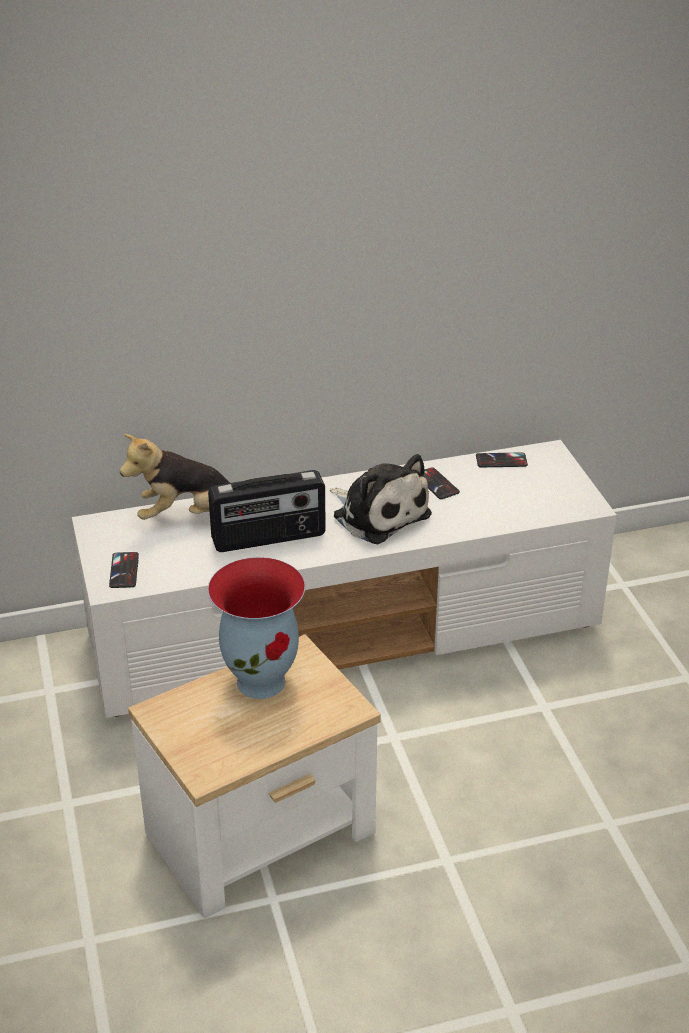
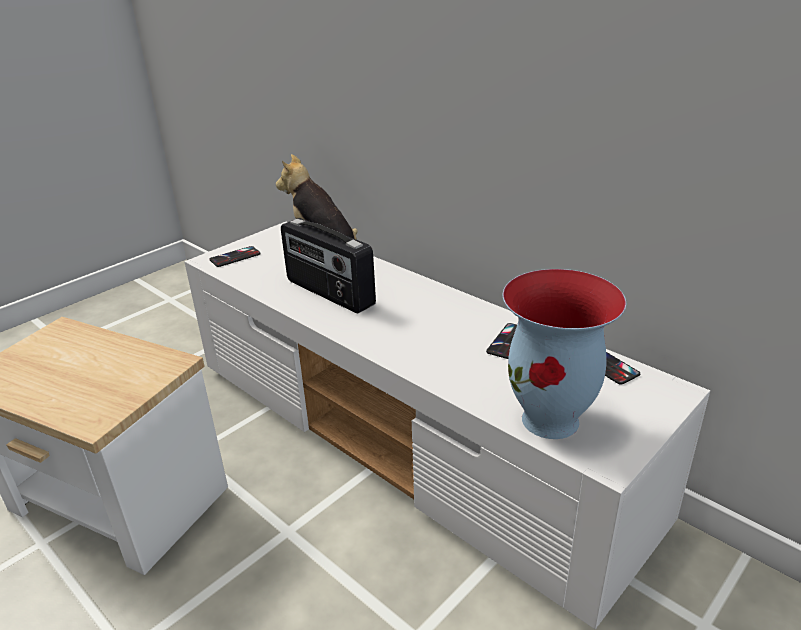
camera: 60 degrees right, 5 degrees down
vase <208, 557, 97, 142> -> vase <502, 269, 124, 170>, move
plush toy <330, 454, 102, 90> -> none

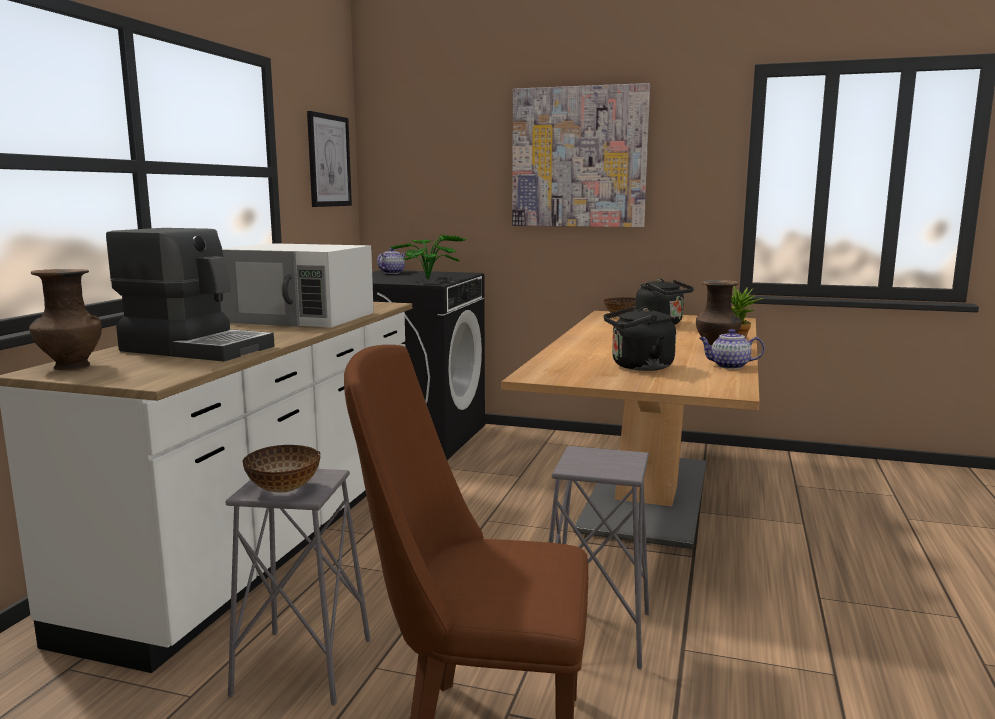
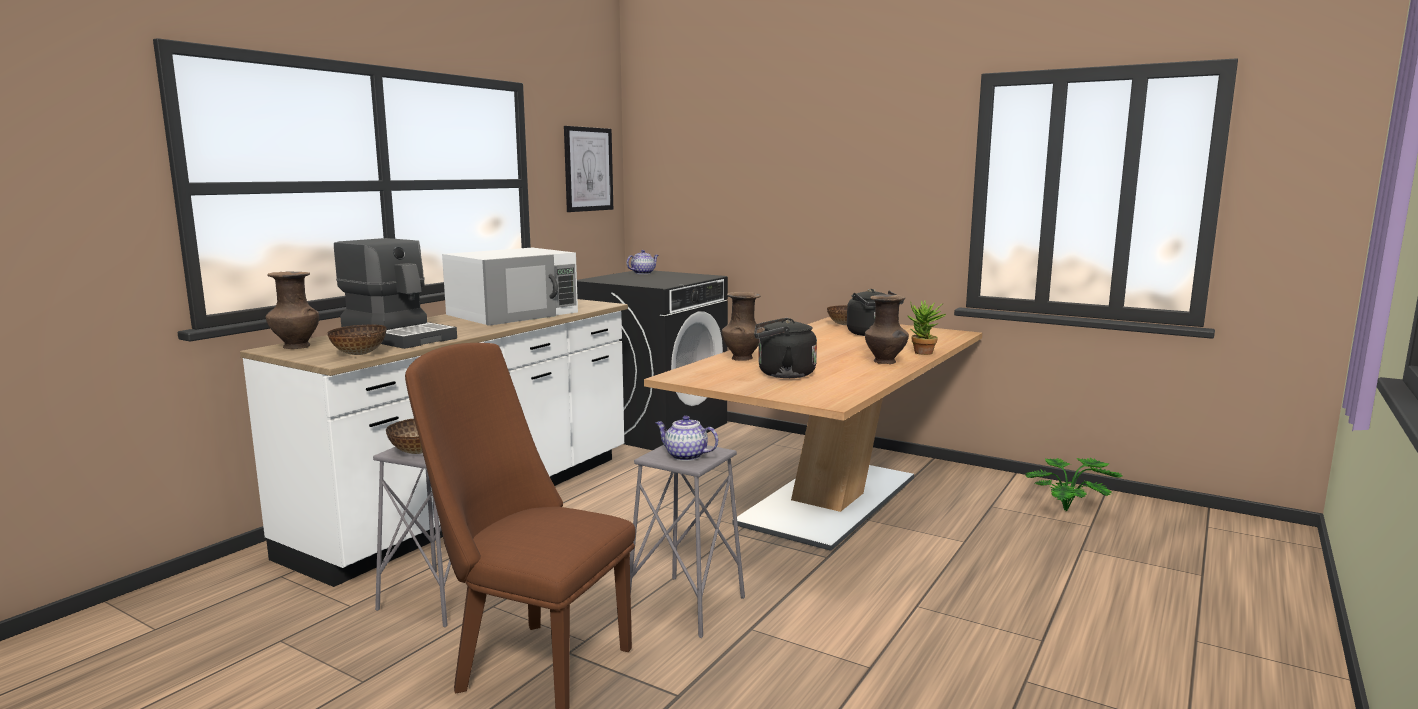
camera: 15 degrees right, 0 degrees up
none -> bowl <327, 325, 60, 30>
microwave (white) <221, 243, 153, 85> -> microwave (white) <442, 248, 136, 78>, 75 degrees counterclockwise
teapot <699, 329, 66, 40> -> teapot <655, 416, 63, 45>, move
none -> vase (brown) <722, 292, 42, 69>
potted plant <390, 234, 77, 45> -> potted plant <1026, 458, 97, 53>, move
picture <512, 83, 138, 144> -> none

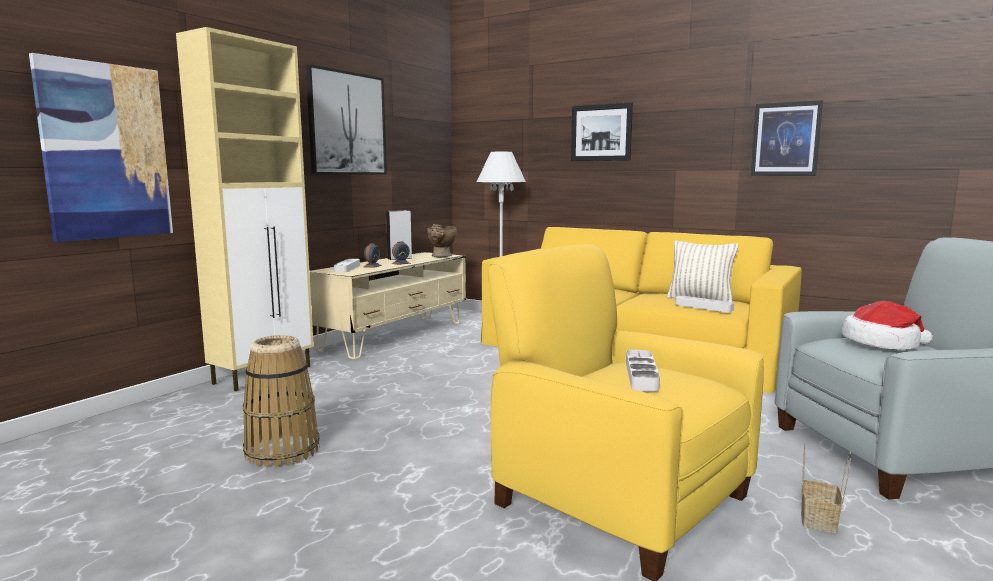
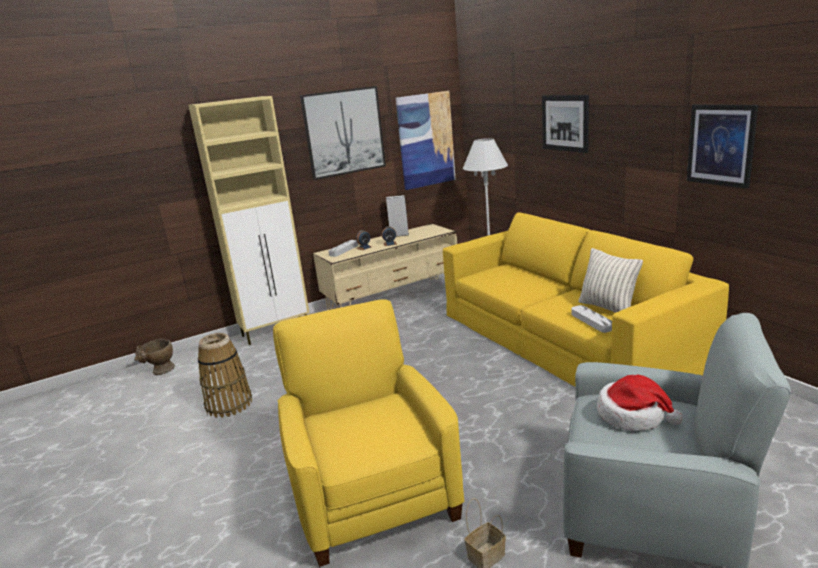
camera: 30 degrees right, 10 degrees up
vase (beige) <427, 224, 30, 33> -> vase (beige) <134, 339, 41, 36>, move
picture <29, 53, 144, 189> -> picture <396, 91, 60, 99>, move
tray (grey) <626, 350, 34, 42> -> none

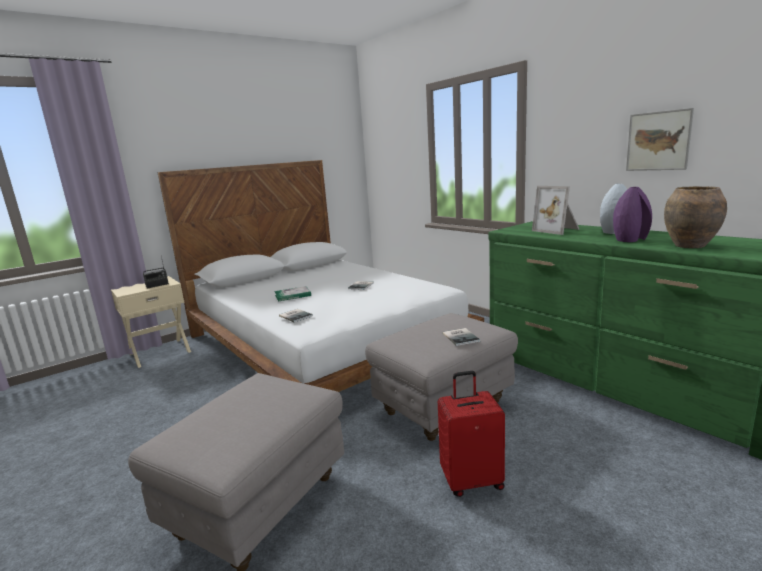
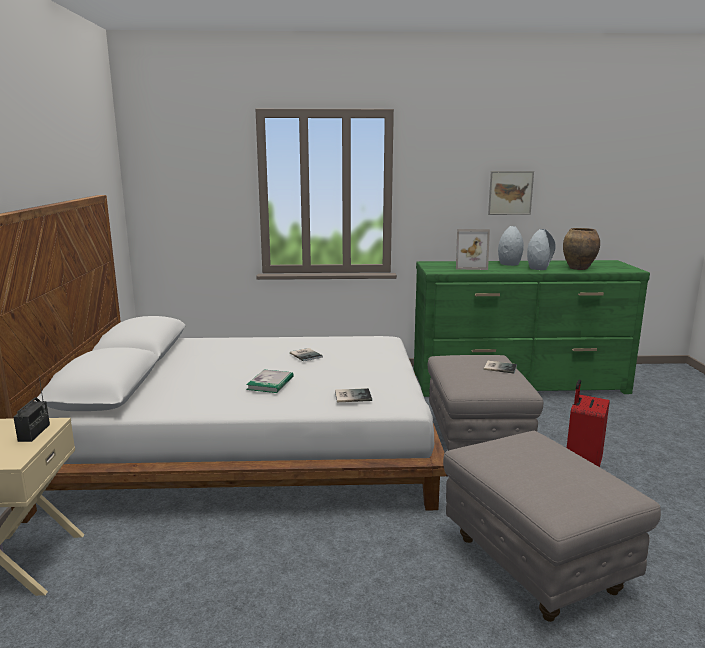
camera: 55 degrees left, 0 degrees up
vase (purple) <613, 187, 39, 55> -> vase (grey) <527, 229, 29, 41>

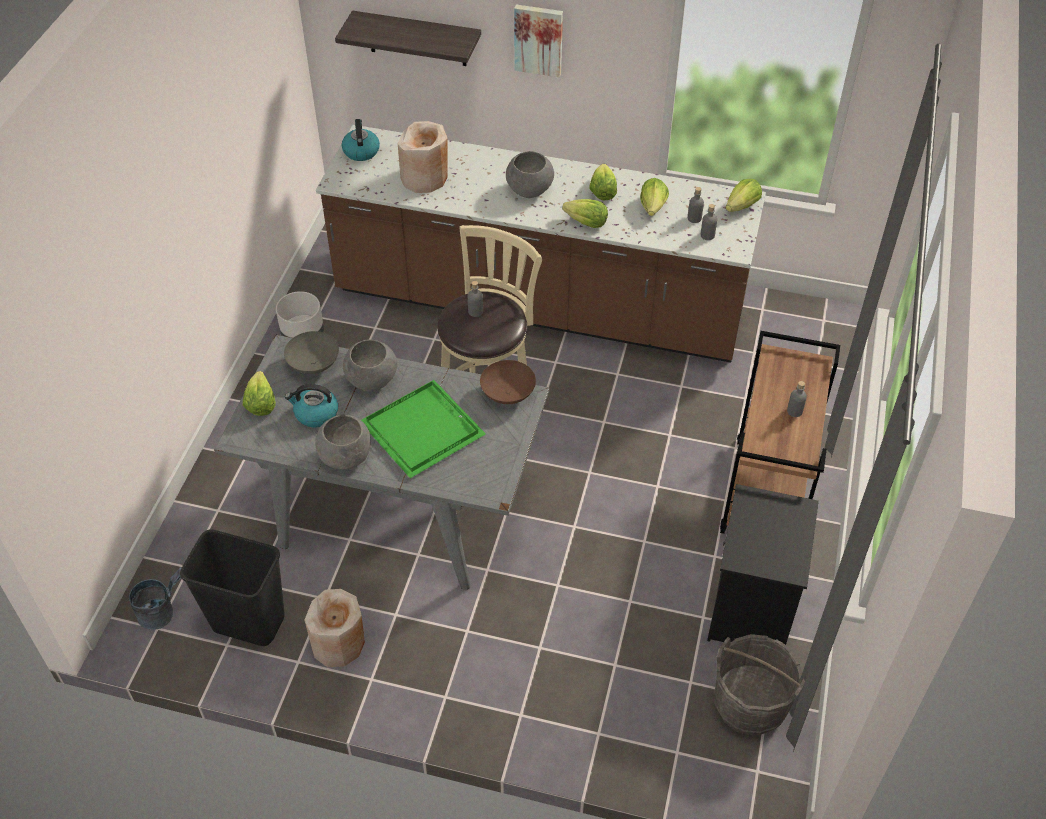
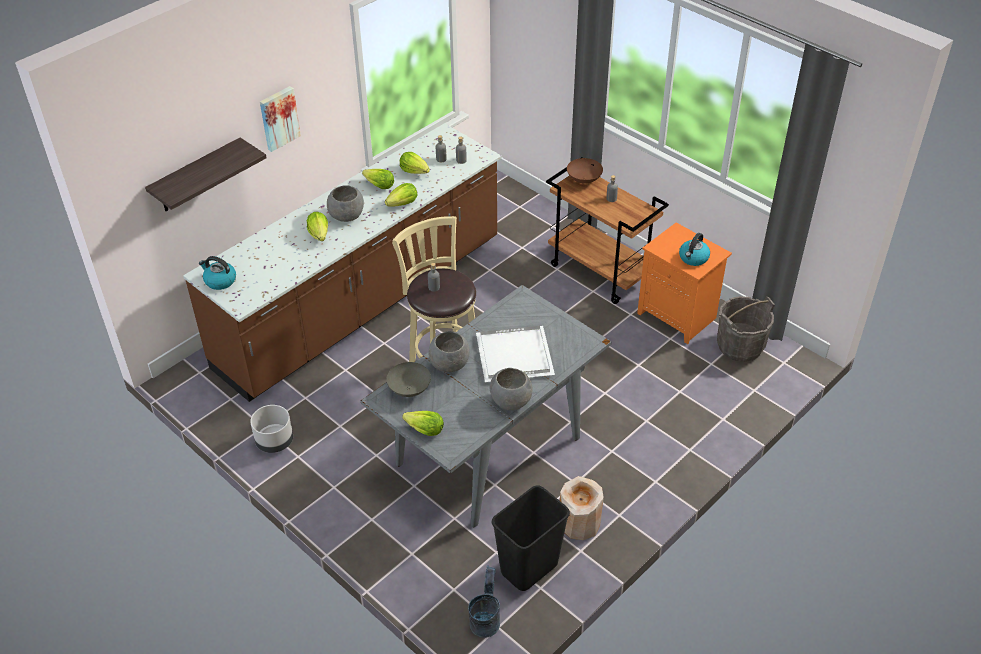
camera: 60 degrees left, 5 degrees down
lettuce <726, 179, 36, 33> -> lettuce <307, 212, 21, 29>, move
tray (green) <361, 380, 125, 98> -> tray (white) <476, 326, 79, 56>
bowl (brown) <480, 360, 56, 44> -> bowl (brown) <567, 158, 36, 26>, move
nightstand (black) <707, 484, 112, 161> -> nightstand (orange) <637, 223, 95, 121>
kettle <285, 384, 53, 44> -> kettle <679, 233, 31, 33>, move
vase (beige) <398, 121, 50, 72> -> none

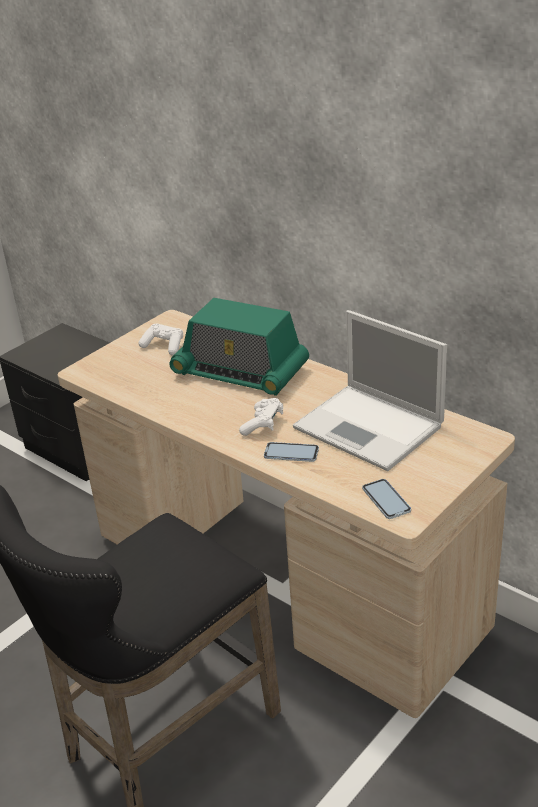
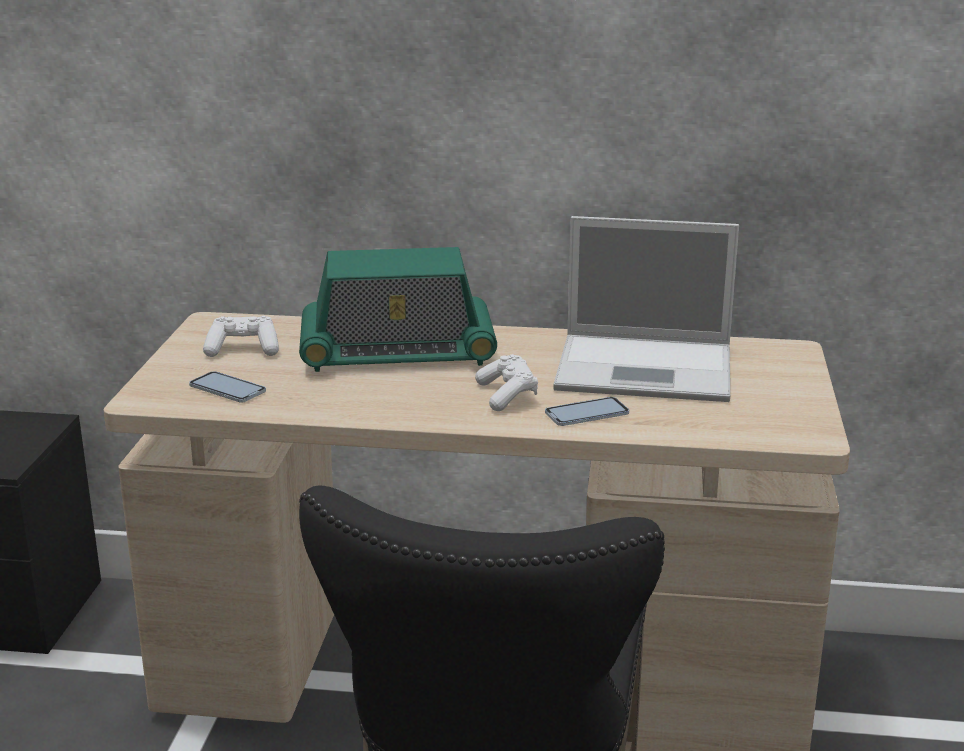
camera: 35 degrees left, 10 degrees down
phone <362, 479, 49, 40> -> phone <189, 371, 77, 31>, move

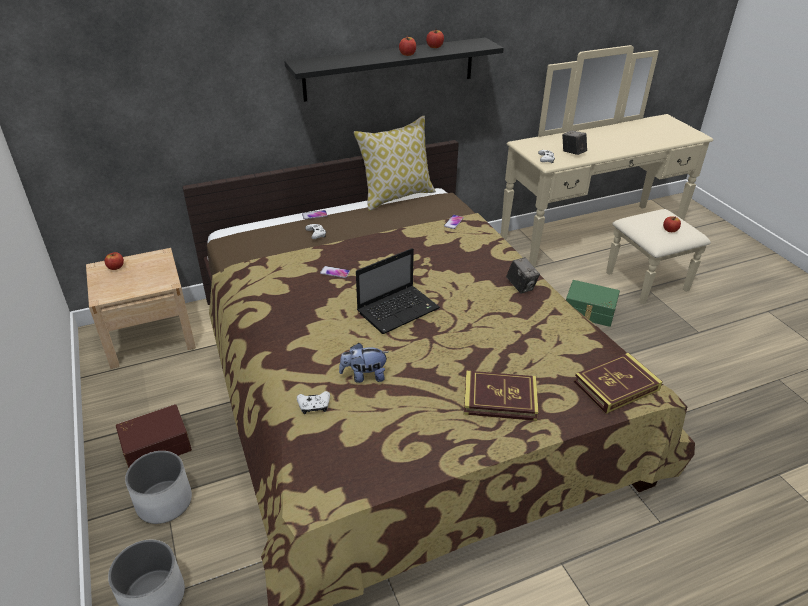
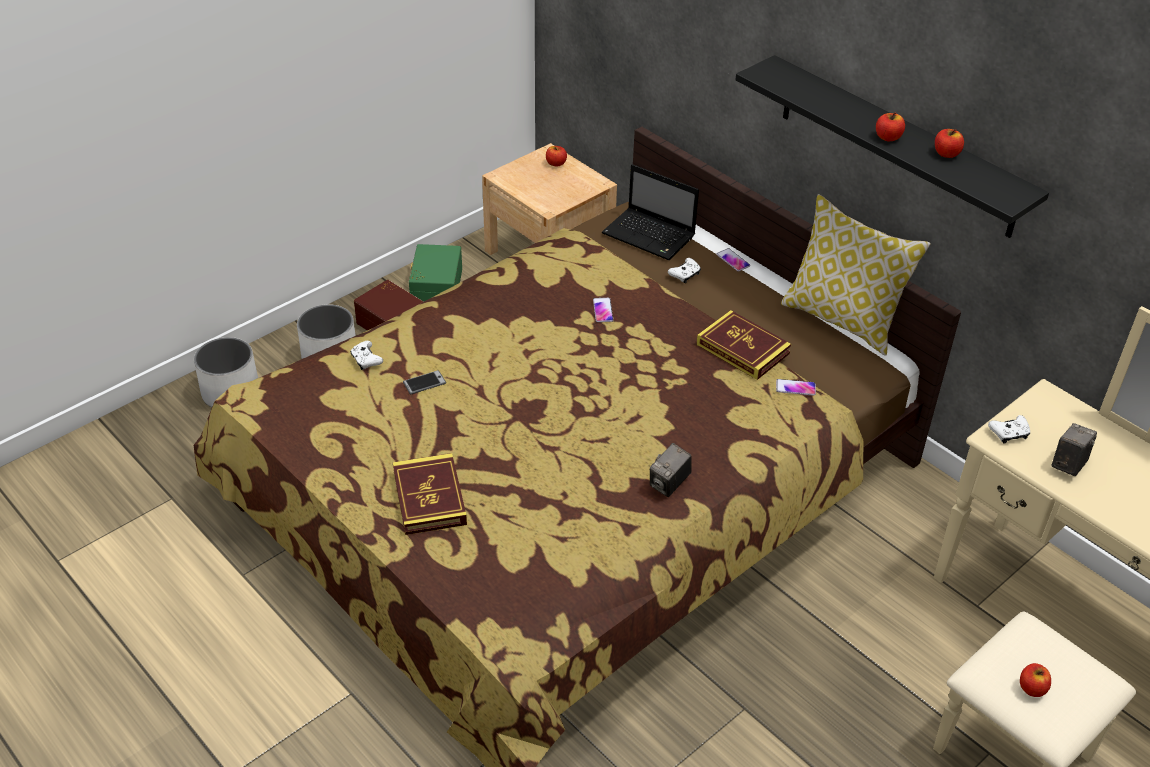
camera: 70 degrees right, 5 degrees up
plush toy <339, 343, 49, 40> -> phone <403, 370, 43, 25>
storage box (green) <566, 280, 54, 47> -> storage box (green) <409, 244, 53, 57>, move
laptop <356, 248, 84, 86> -> laptop <602, 164, 97, 96>, move
book <574, 353, 88, 61> -> book <696, 310, 95, 70>, move

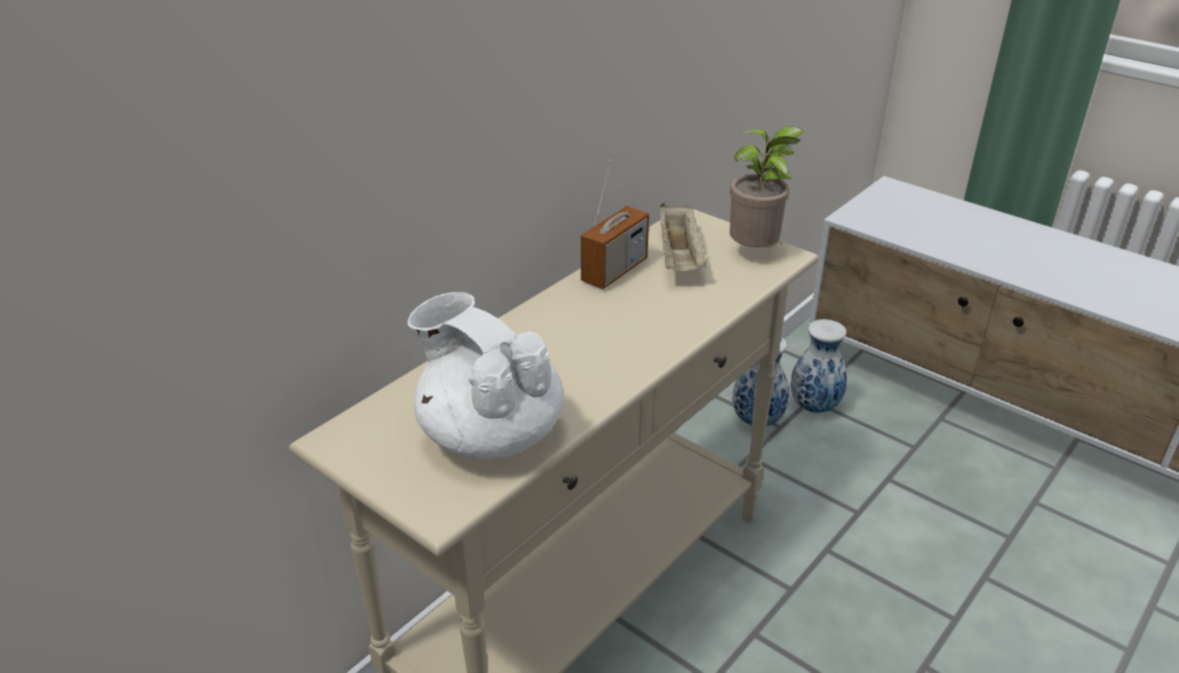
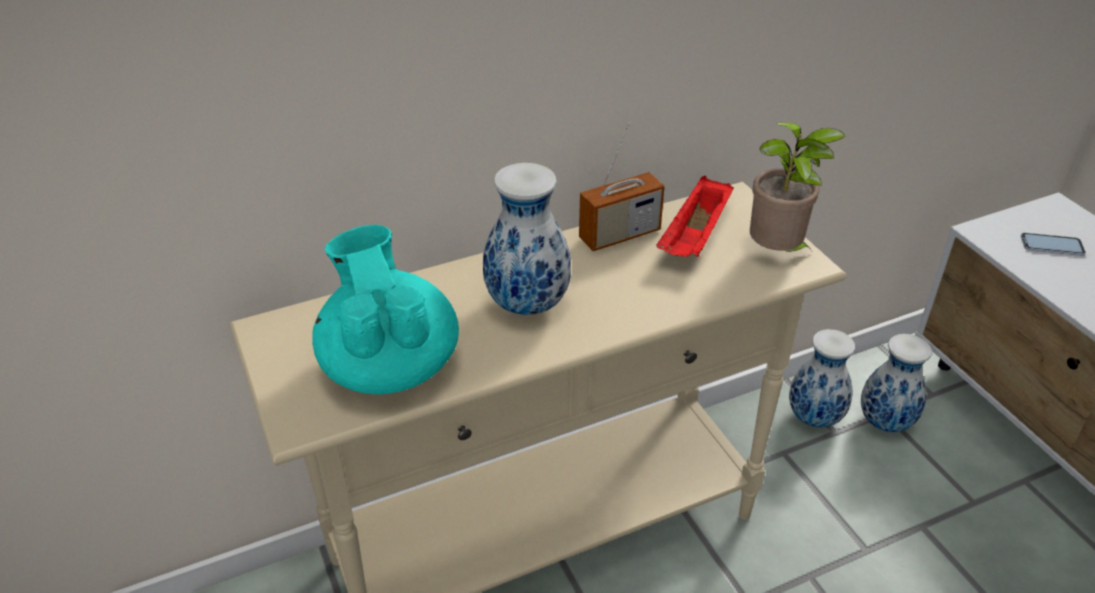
camera: 25 degrees right, 5 degrees up
teapot (white) <408, 292, 156, 168> -> teapot (turquoise) <312, 225, 147, 169>
none -> vase <483, 163, 88, 152>
tray (beige) <660, 203, 47, 68> -> tray (red) <656, 176, 78, 81>
none -> phone <1021, 233, 65, 23>

